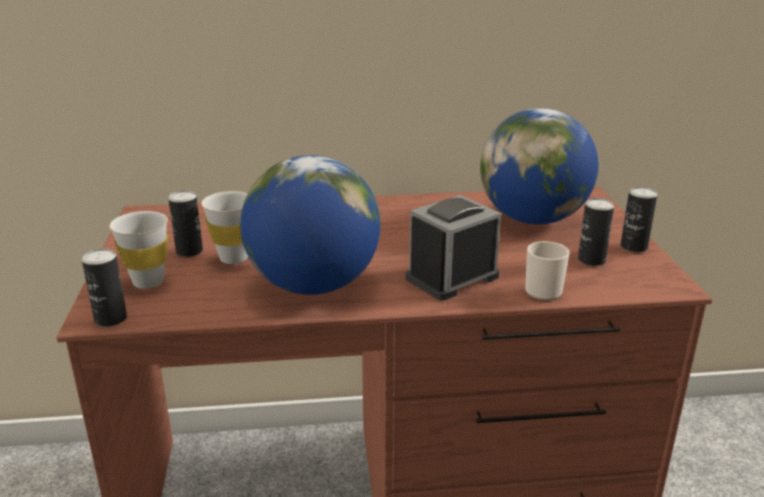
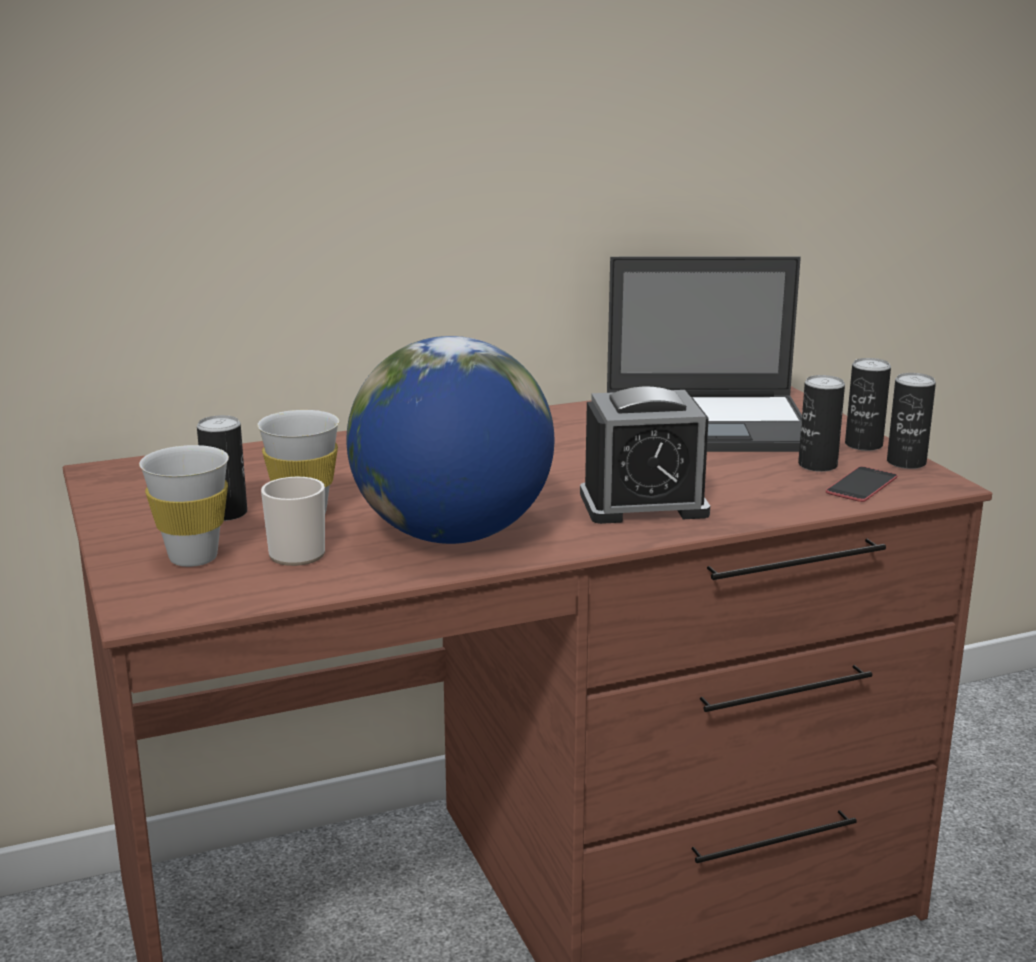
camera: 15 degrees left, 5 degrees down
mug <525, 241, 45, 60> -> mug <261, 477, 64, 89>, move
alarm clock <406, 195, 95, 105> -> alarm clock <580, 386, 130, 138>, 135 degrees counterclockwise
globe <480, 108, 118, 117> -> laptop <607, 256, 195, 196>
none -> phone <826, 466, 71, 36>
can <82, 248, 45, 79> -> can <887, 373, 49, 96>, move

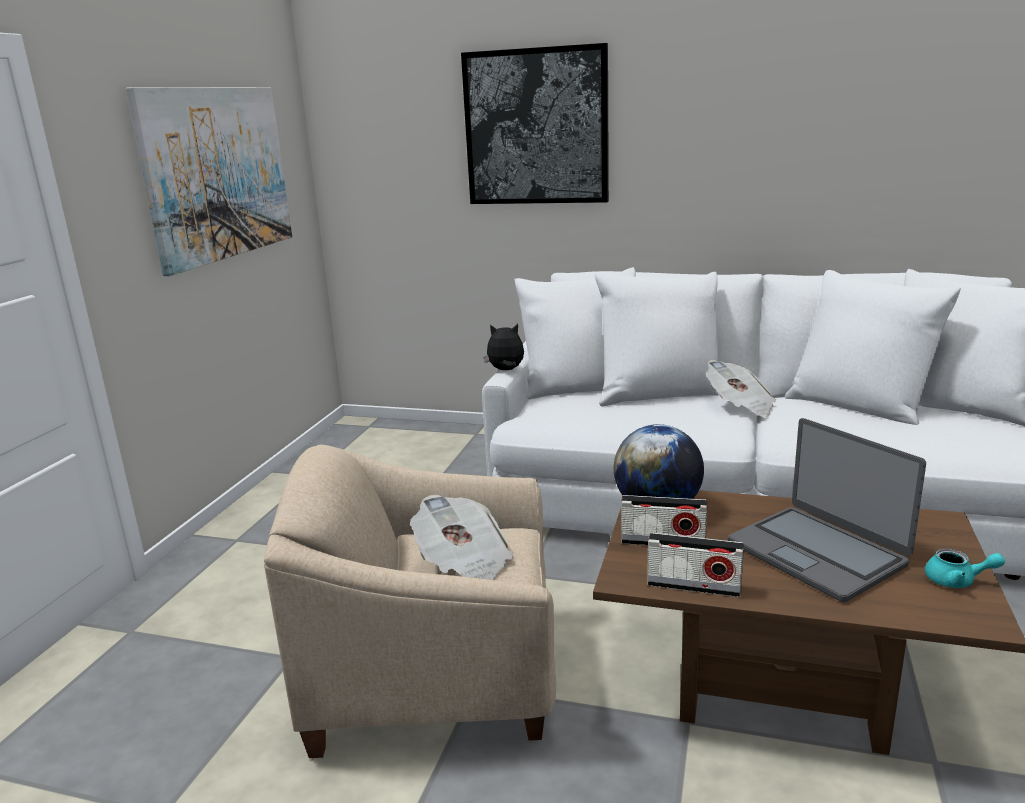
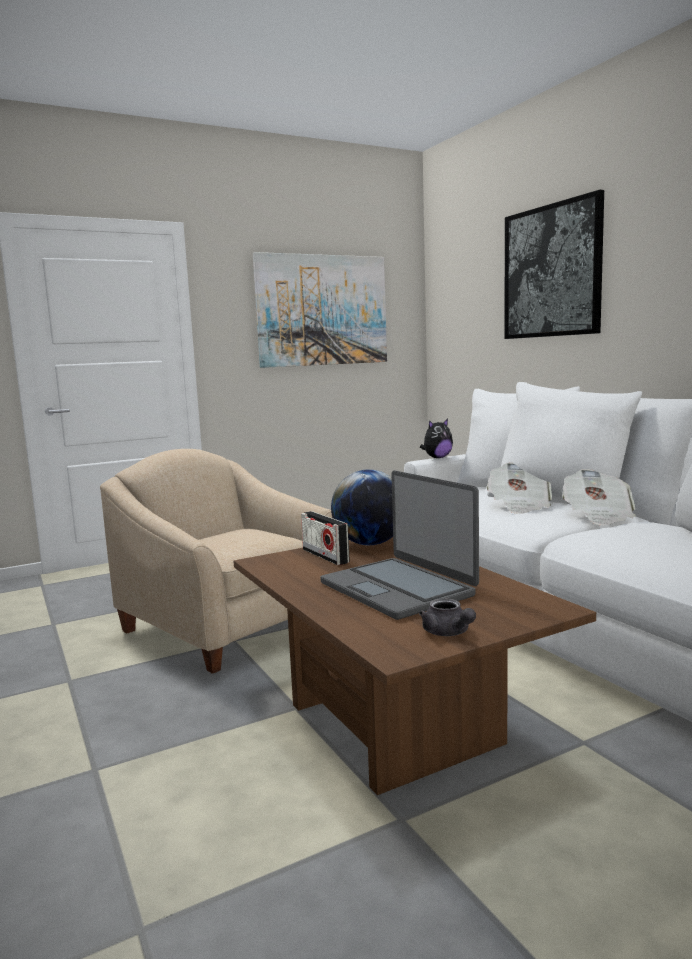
camera: 45 degrees right, 10 degrees down
laptop <728, 418, 198, 184> -> laptop <320, 471, 159, 149>, 45 degrees counterclockwise
teapot (turquoise) <925, 549, 80, 39> -> teapot (grey) <419, 599, 57, 37>
plush toy <483, 324, 41, 46> -> plush toy <420, 419, 33, 39>, 105 degrees clockwise
newspaper <410, 495, 104, 85> -> newspaper <486, 462, 66, 52>, move
radio <647, 533, 97, 64> -> none

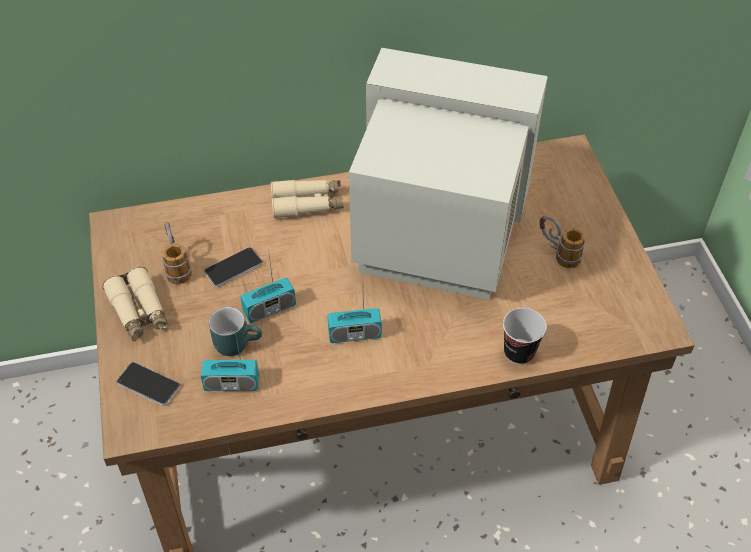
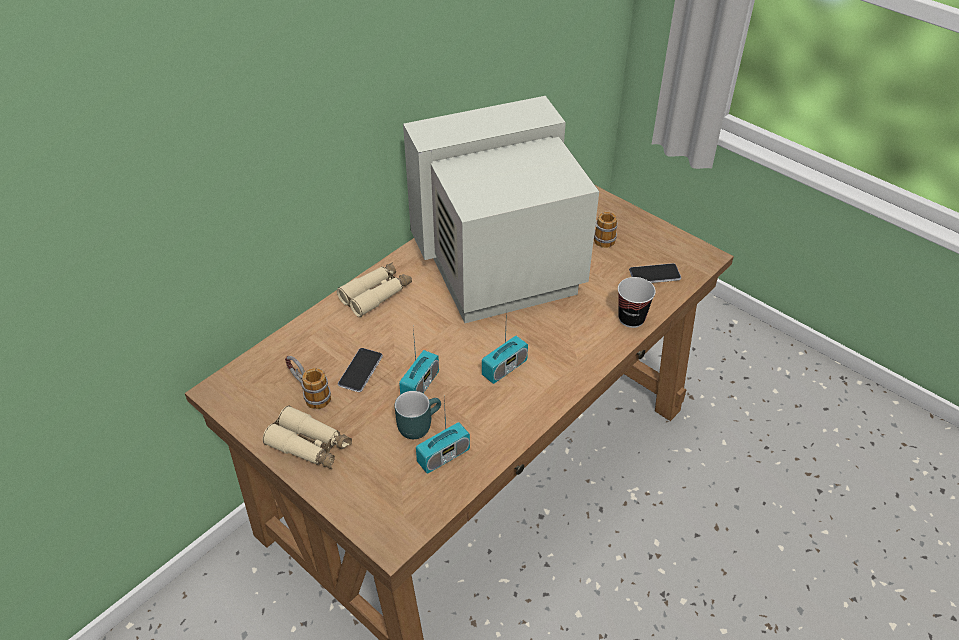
camera: 35 degrees left, 5 degrees down
phone <117, 362, 63, 44> -> phone <629, 263, 52, 20>, move

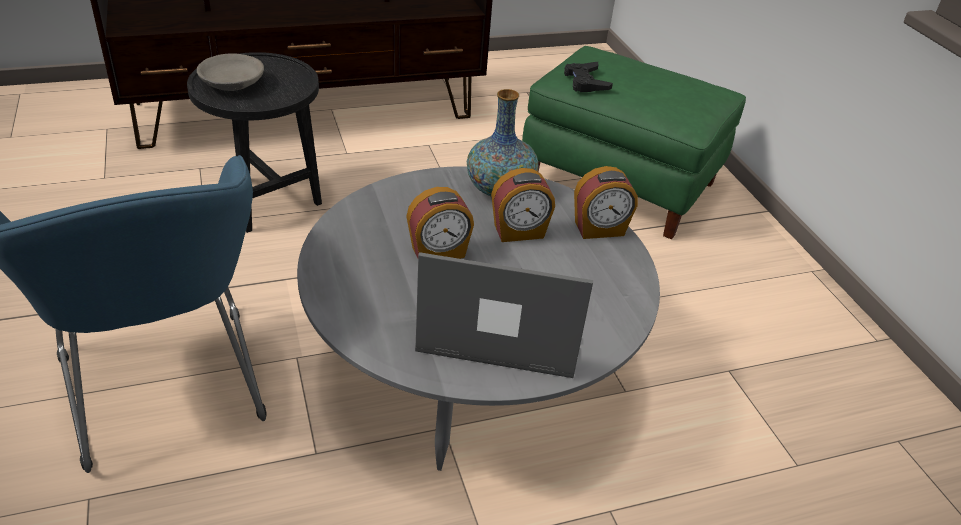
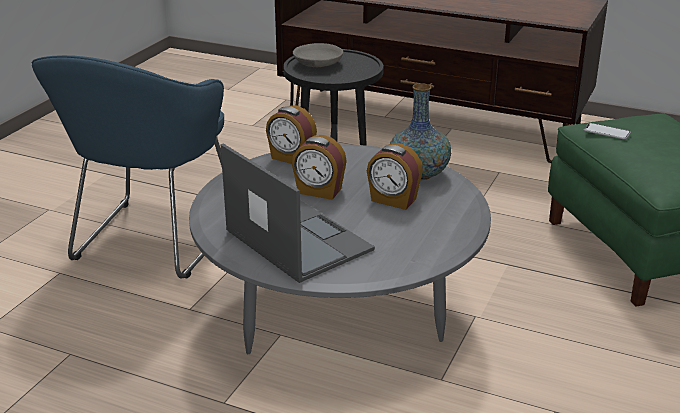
camera: 45 degrees right, 10 degrees down
alarm clock <574, 166, 64, 73> -> alarm clock <266, 105, 51, 59>, move
game controller (black) <564, 62, 49, 30> -> phone <584, 123, 47, 17>

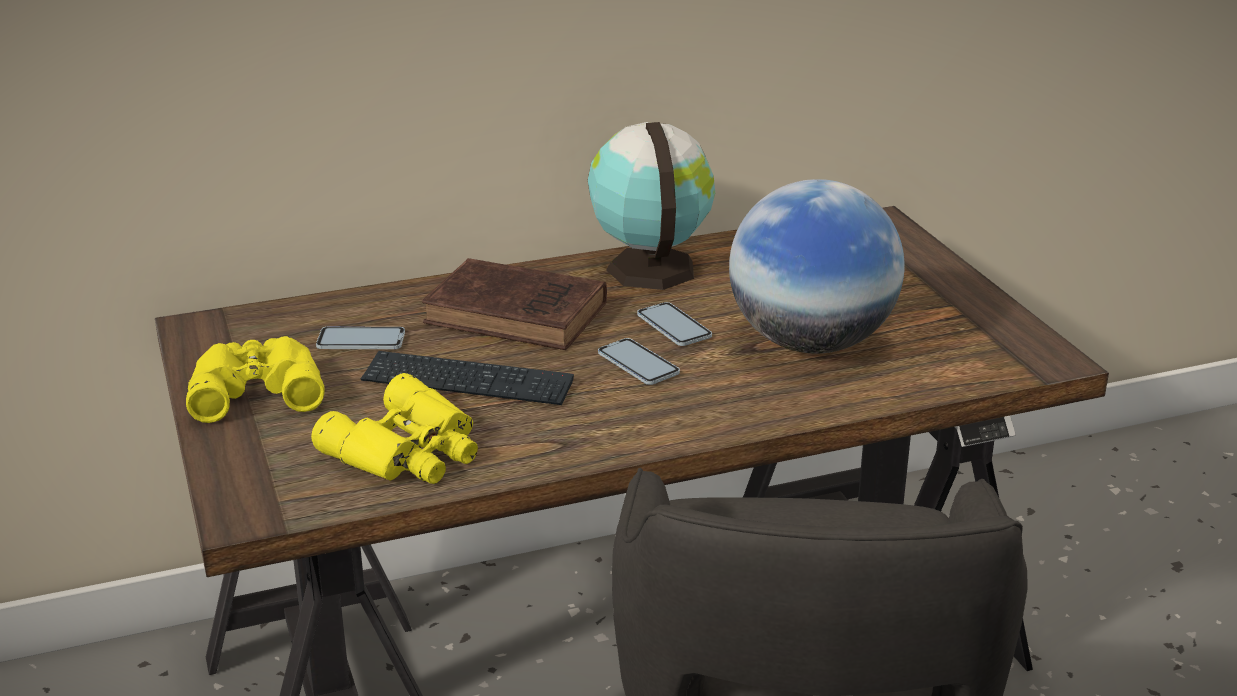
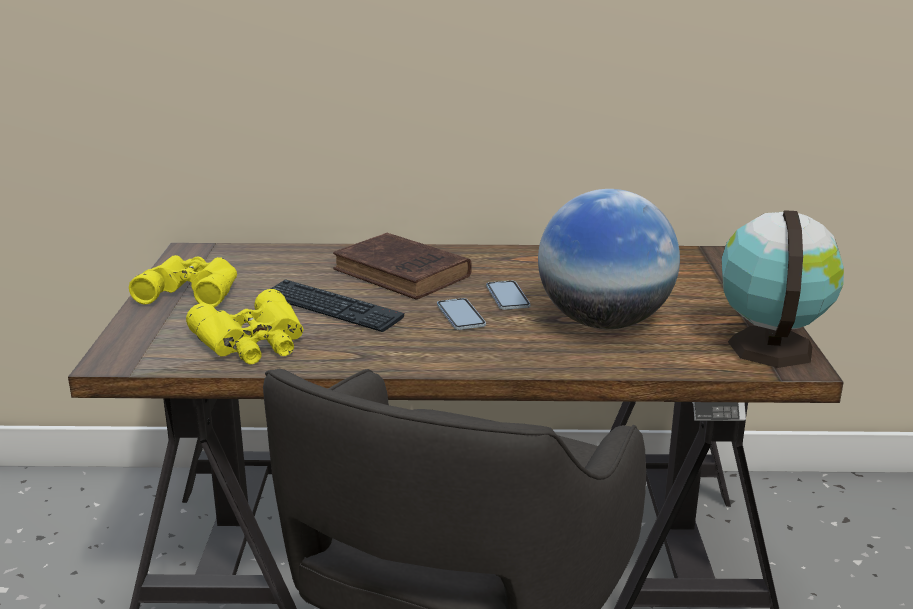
camera: 20 degrees right, 5 degrees down
globe <588, 122, 127, 168> -> globe <722, 210, 122, 158>, move
phone <316, 327, 89, 22> -> none

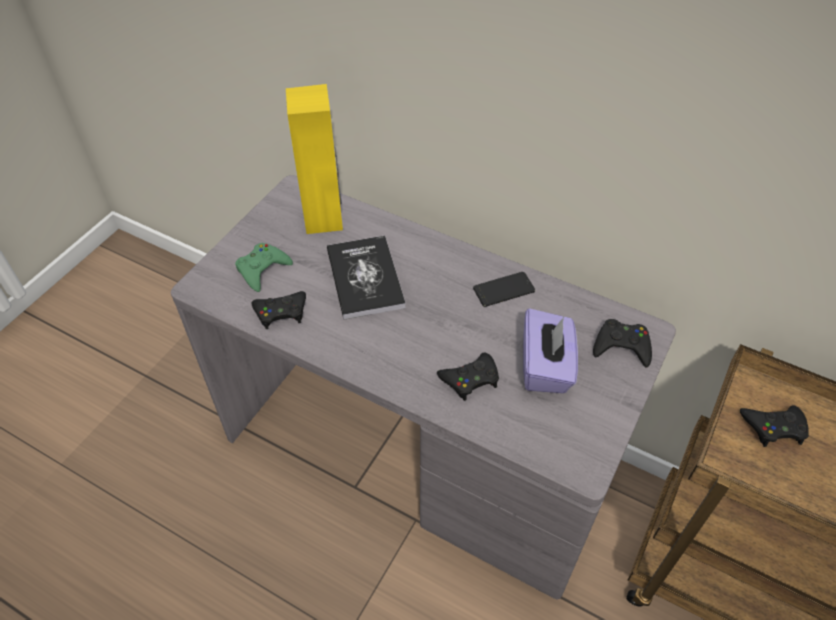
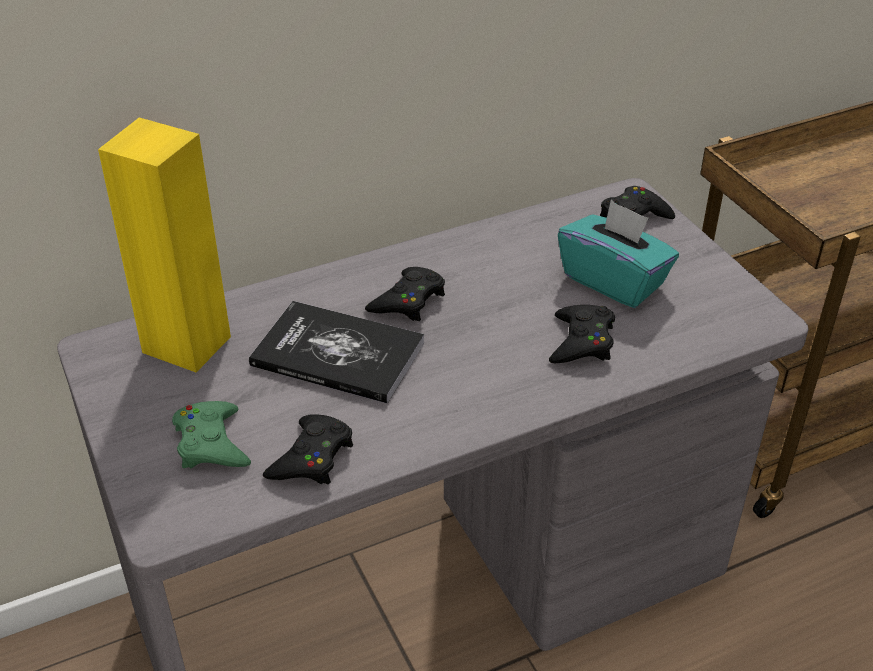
camera: 55 degrees left, 10 degrees down
game controller (black) <740, 405, 69, 42> -> game controller (black) <365, 267, 80, 54>, move
tissue box (purple) <523, 308, 55, 85> -> tissue box (turquoise) <558, 200, 121, 108>
phone <473, 272, 62, 35> -> none

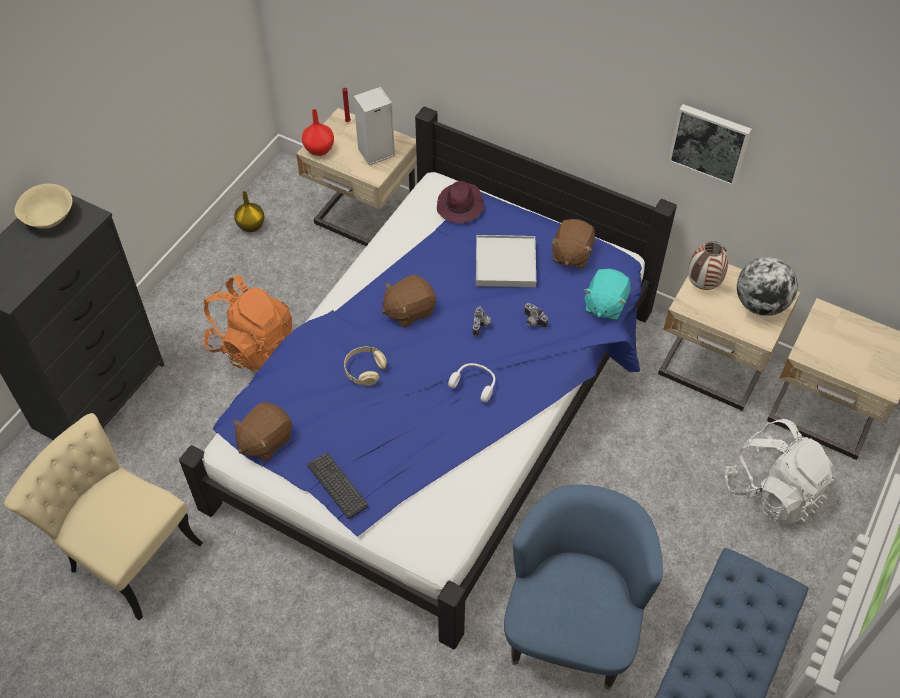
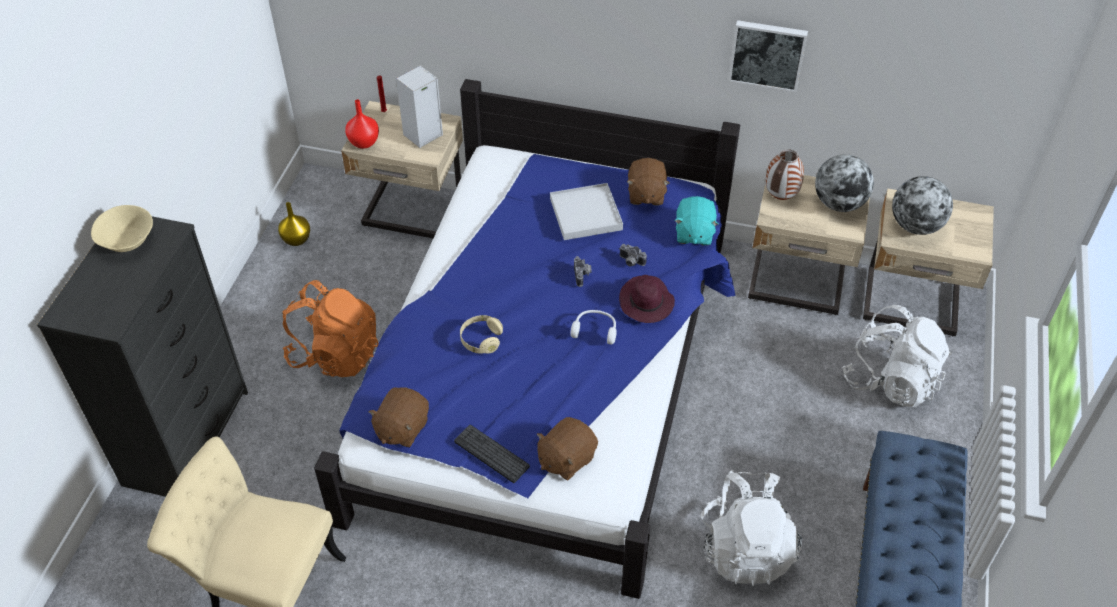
camera: 15 degrees left, 5 degrees down
plush toy (brown) <382, 275, 54, 53> -> plush toy (brown) <537, 417, 61, 63>, move
hat (purple) <437, 181, 47, 42> -> hat (purple) <619, 275, 56, 48>, move
armchair (blue) <504, 484, 159, 206> -> backpack (white) <700, 470, 102, 116>
none -> globe <892, 176, 61, 59>

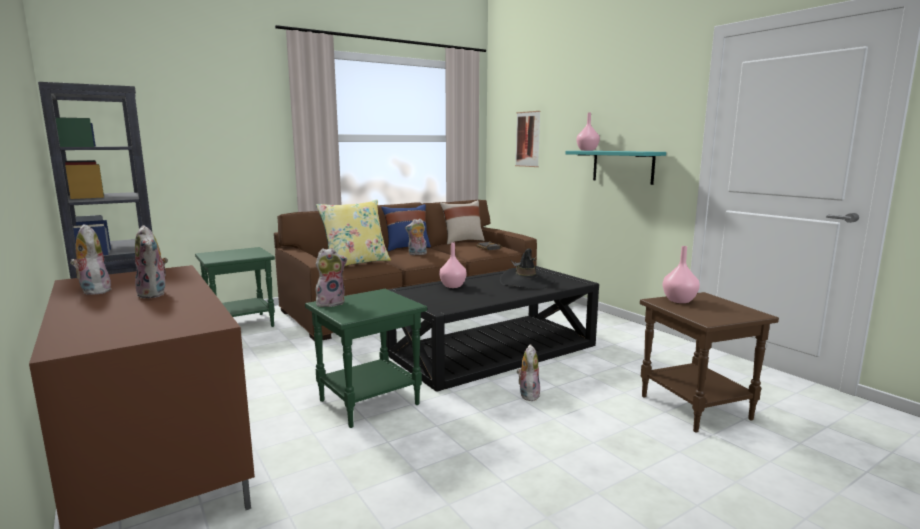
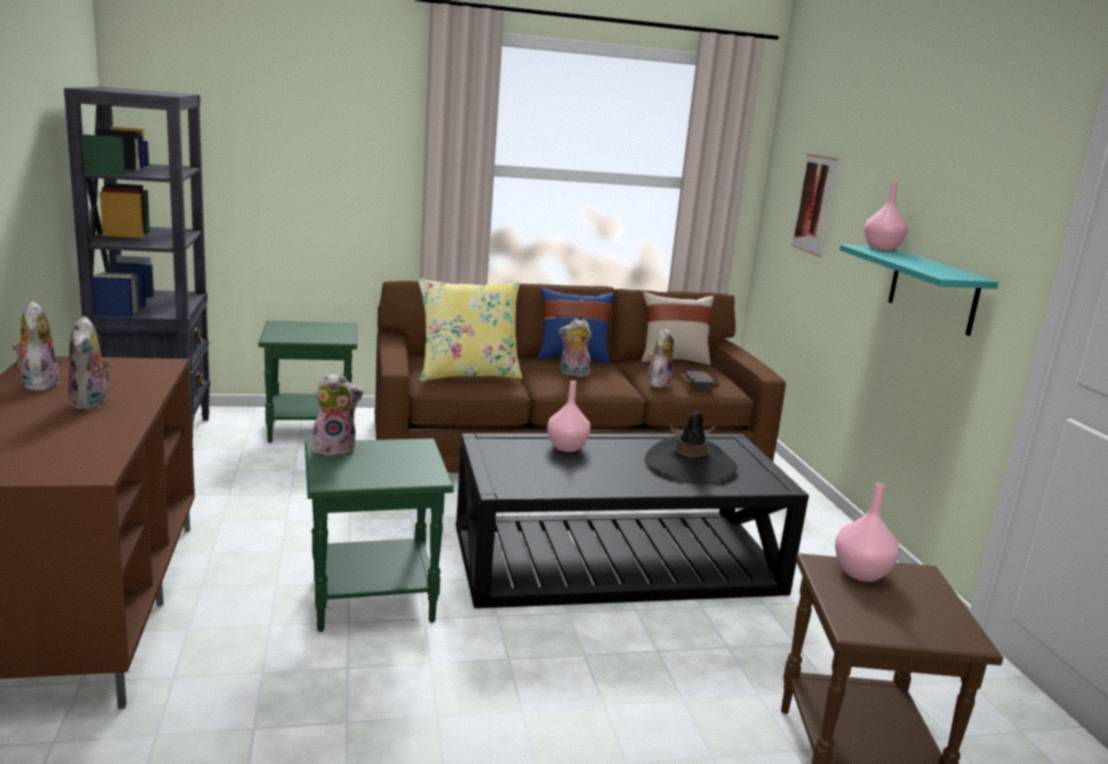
camera: 20 degrees right, 5 degrees up
plush toy <517, 344, 23, 57> -> plush toy <648, 328, 26, 60>, move

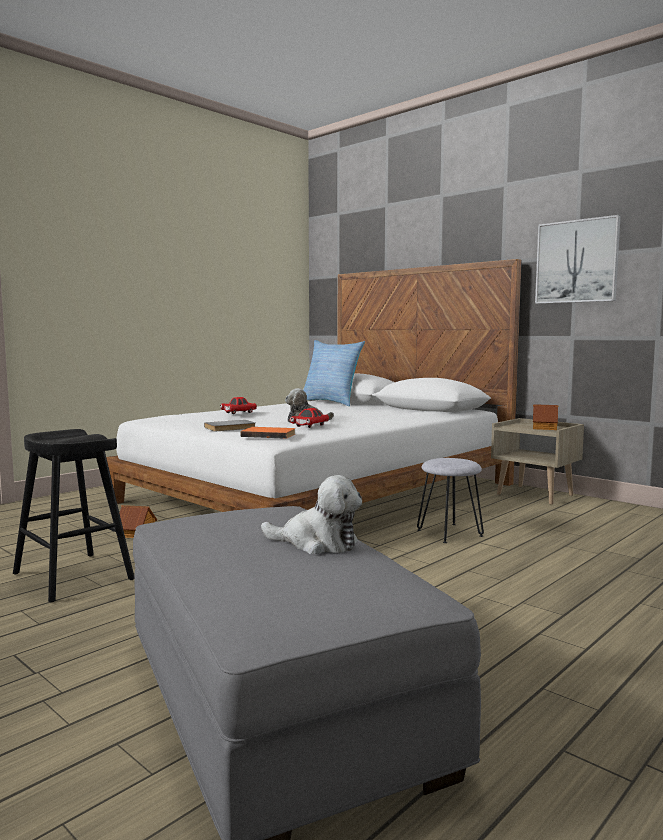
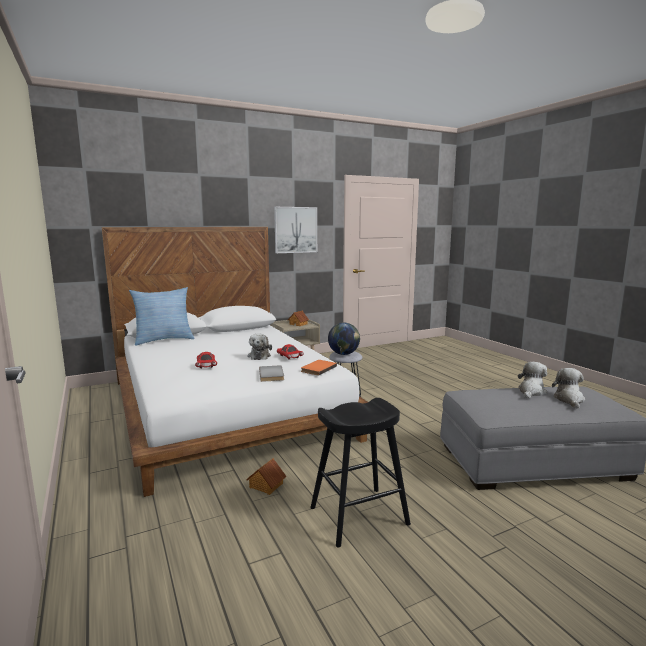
camera: 70 degrees left, 5 degrees up
none -> globe <328, 323, 32, 32>
none -> plush toy <552, 368, 33, 41>

